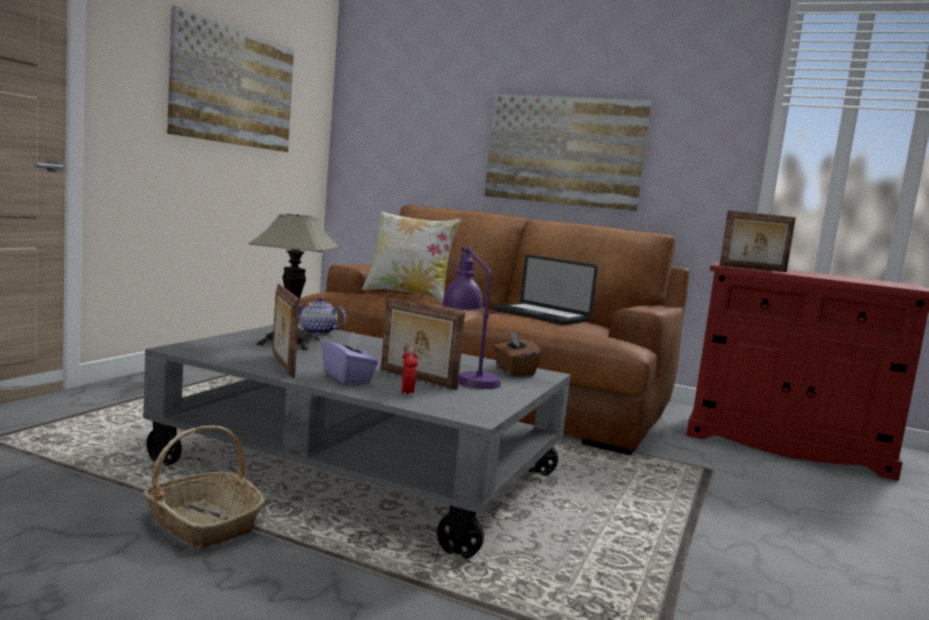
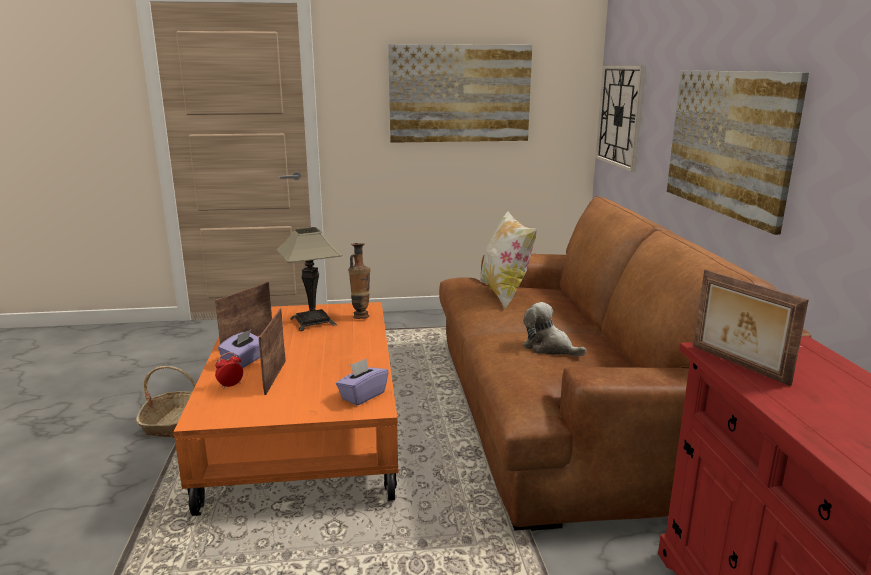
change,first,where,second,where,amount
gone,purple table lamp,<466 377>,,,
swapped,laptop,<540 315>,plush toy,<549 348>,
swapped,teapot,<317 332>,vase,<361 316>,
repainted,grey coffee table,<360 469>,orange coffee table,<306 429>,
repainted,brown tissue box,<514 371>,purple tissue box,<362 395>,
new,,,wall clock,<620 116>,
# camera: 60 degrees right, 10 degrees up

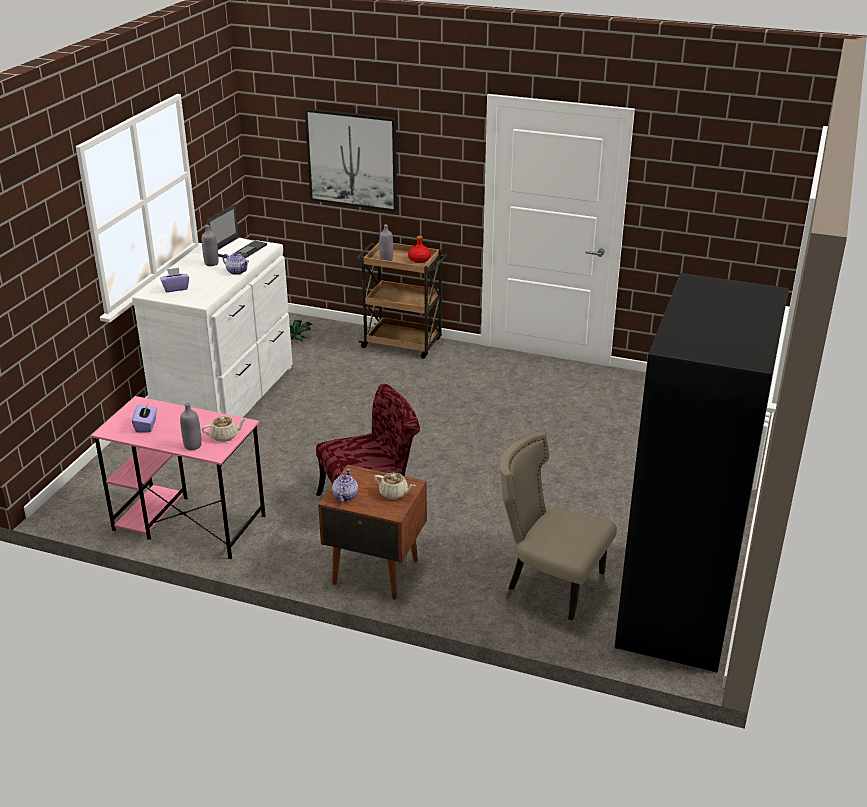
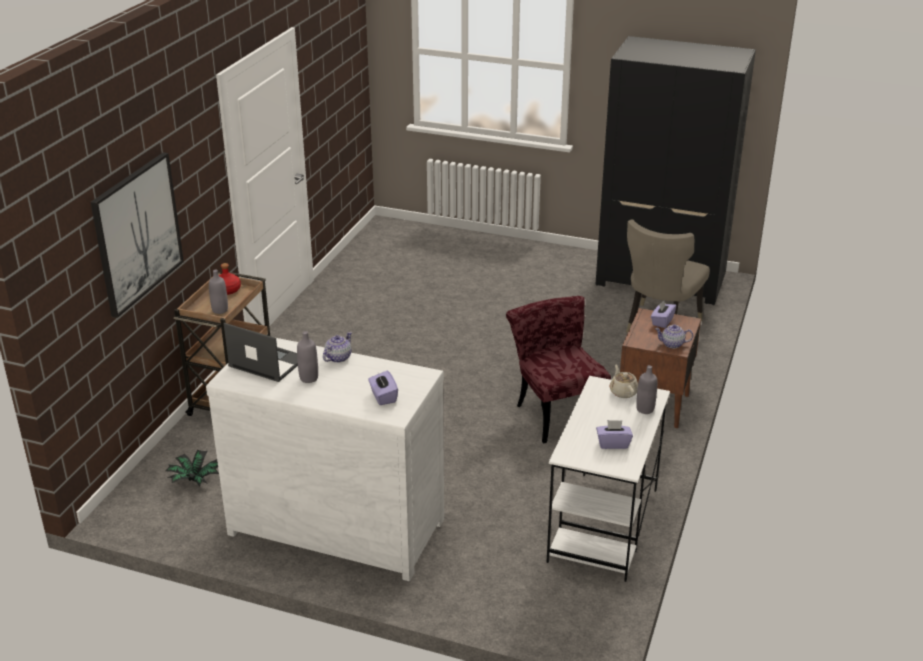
change,first,where,second,where,amount
repainted,pink desk,<188 523>,white desk,<603 525>,
swapped,beige teapot,<394 493>,purple tissue box,<662 321>,
# camera: 90 degrees left, 0 degrees up

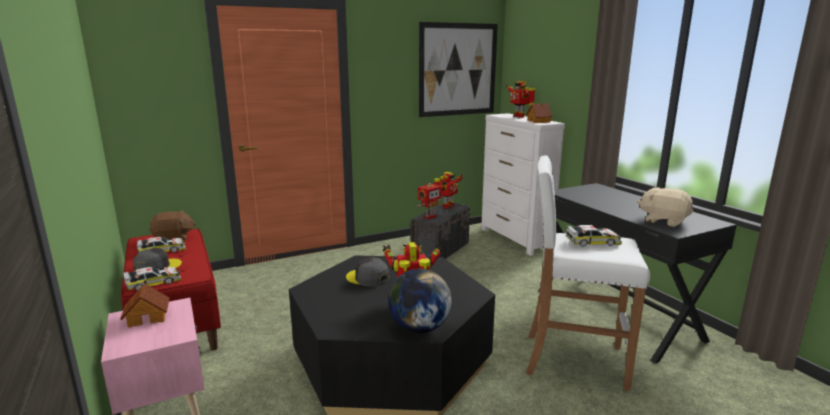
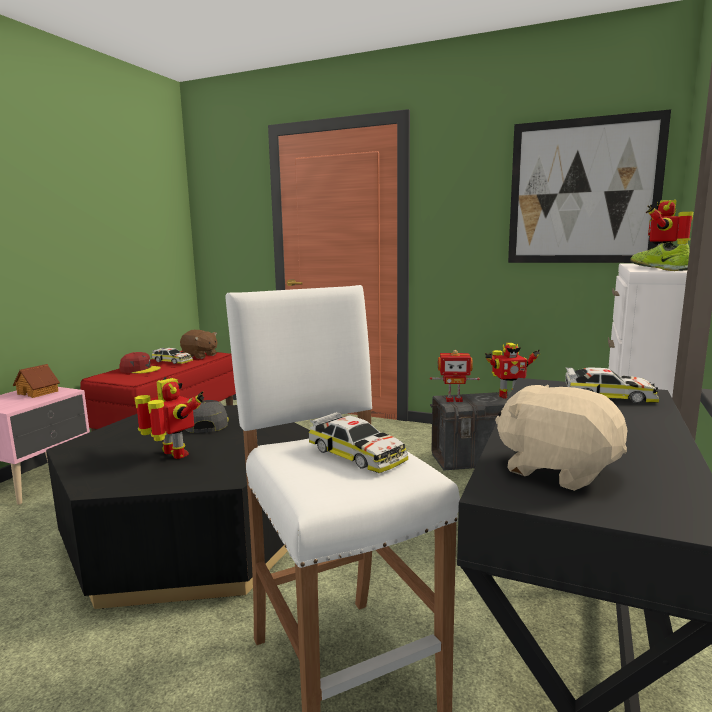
change,first,where,second,where,amount
swapped,toy house,<539 121>,shoe,<658 269>,
rotated,beige plush toy,<663 221>,,<557 469>,45 degrees counterclockwise
repainted,grey cap,<157 267>,red cap,<140 369>,
shifted,toy car,<153 283>,,<609 396>,
gone,globe,<419 328>,,,
# camera: 50 degrees right, 5 degrees down

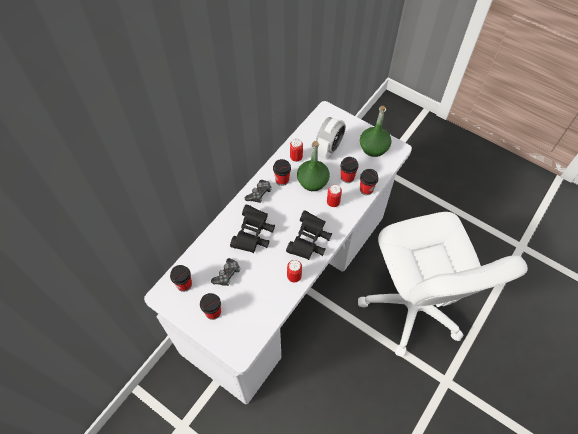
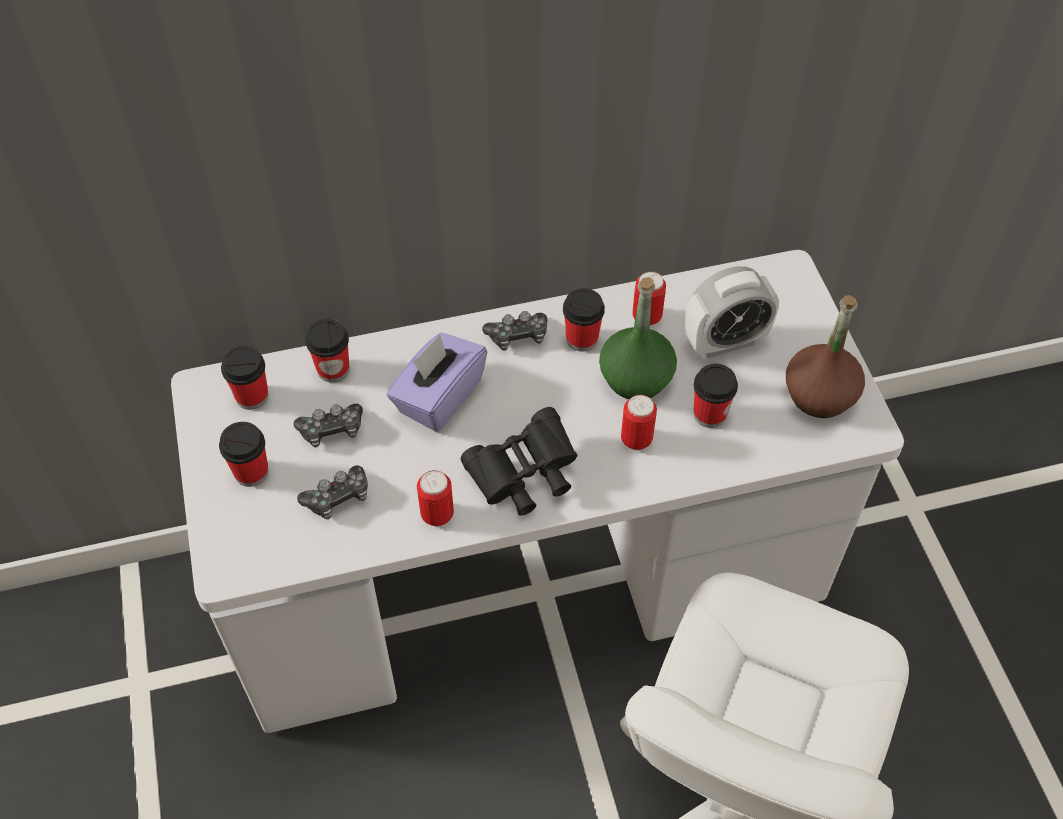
change,first,where,second,where,amount
repainted,green bottle,<373 147>,brown bottle,<819 395>,
shifted,cup,<366 189>,,<333 369>,
swapped,black binoculars,<253 235>,purple tissue box,<439 397>,
new,,,game controller,<338 498>,
# camera: 40 degrees right, 5 degrees down

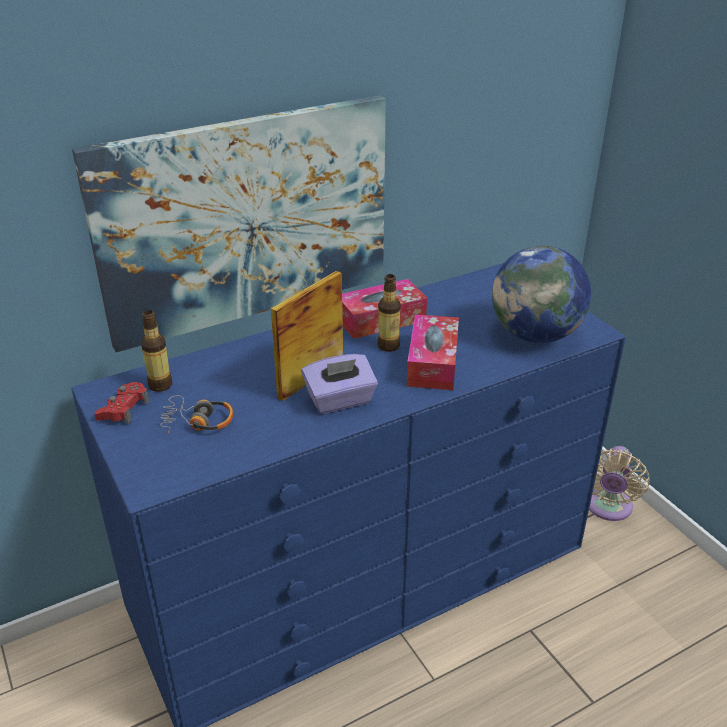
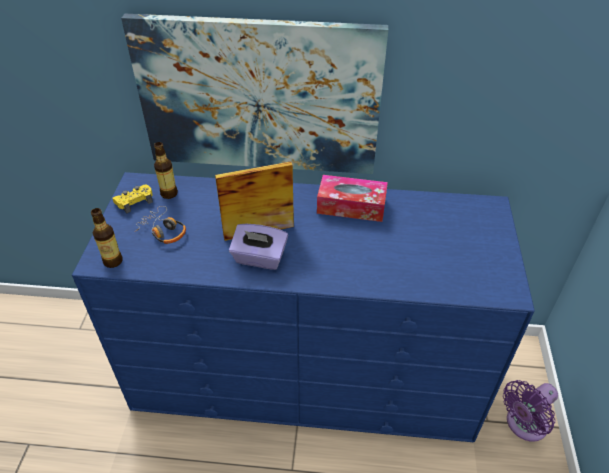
change,first,where,second,where,amount
gone,globe,<535 335>,,,
shifted,bottle,<388 346>,,<113 261>,
gone,tissue box,<432 363>,,,
repainted,red game controller,<123 409>,yellow game controller,<134 201>,
repainted,beige fan,<607 508>,purple fan,<523 424>,
# camera: 35 degrees right, 10 degrees up

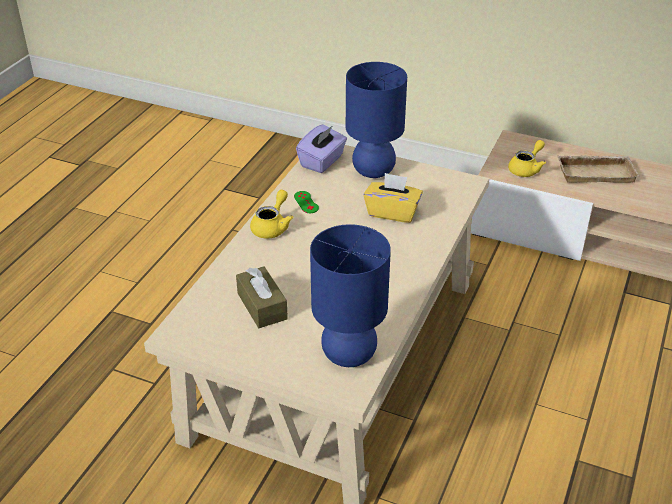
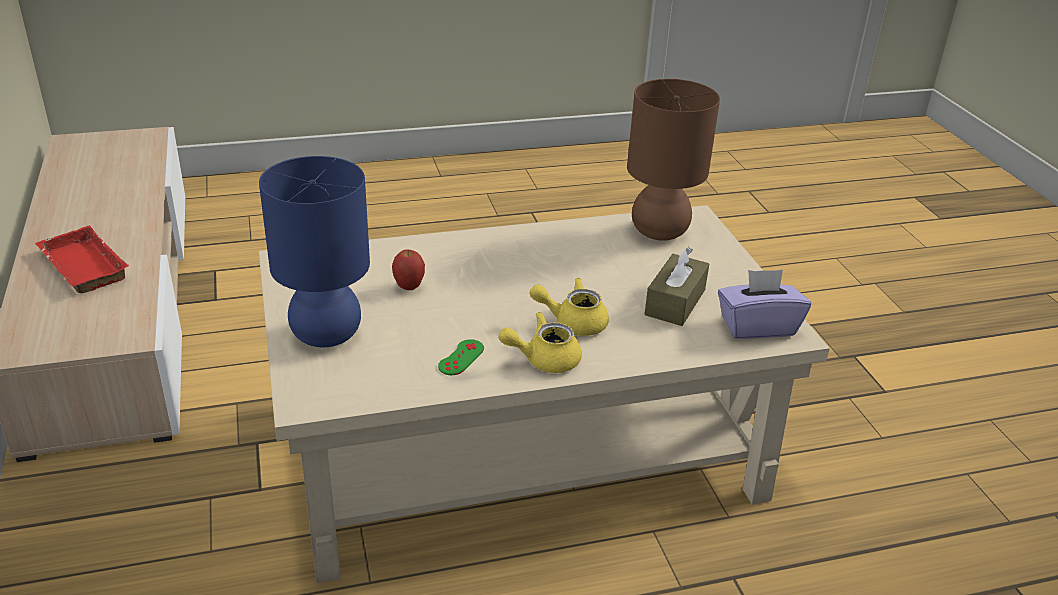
change,first,where,second,where,amount
shifted,purple tissue box,<322 161>,,<757 326>,
shifted,yellow teapot,<526 169>,,<572 322>,
repainted,beige tray,<596 172>,red tray,<80 267>,
swapped,yellow tissue box,<392 212>,apple,<409 287>,
repainted,blue table lamp,<348 355>,brown table lamp,<660 232>,
# camera: 130 degrees left, 5 degrees down

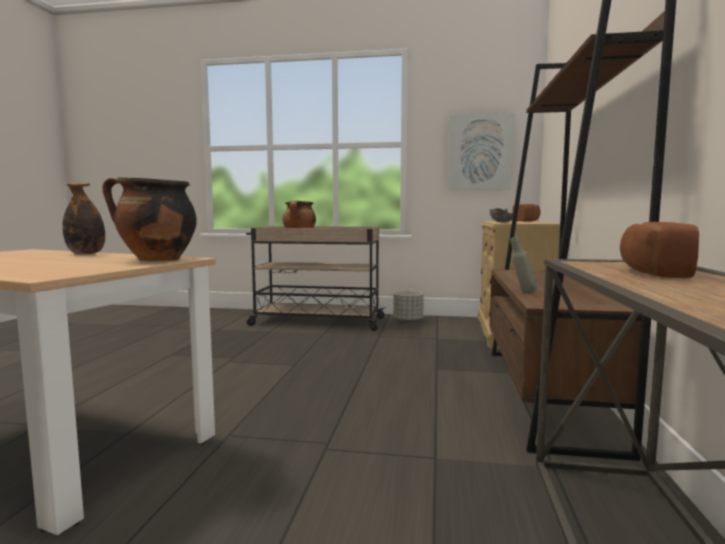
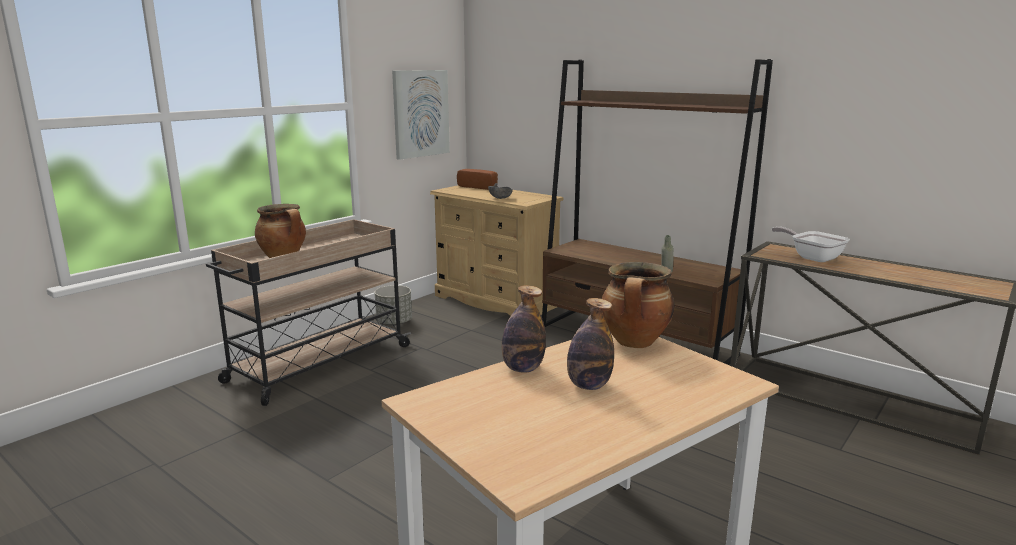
change,first,where,second,where,amount
swapped,bread,<650 271>,frying pan,<812 257>,
new,,,bottle,<588 385>,
# camera: 60 degrees left, 10 degrees up

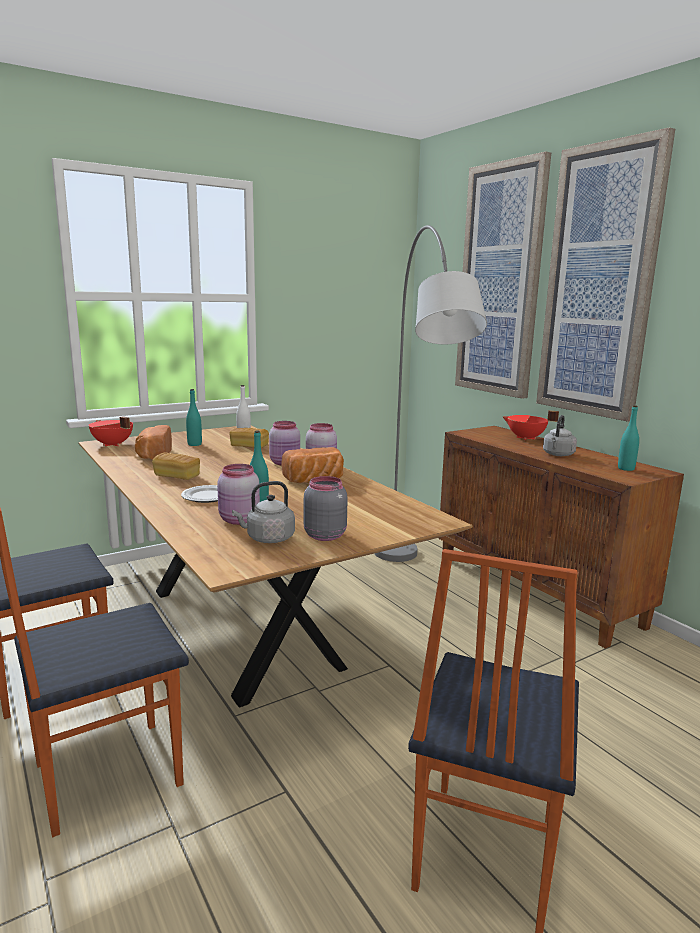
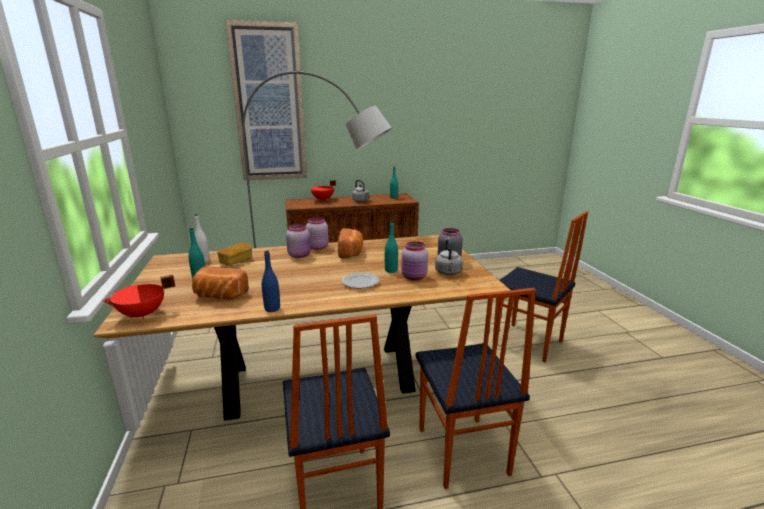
change,first,where,second,where,amount
gone,picture,<599 283>,,,
gone,bread,<177 476>,,,
new,,,blue bottle,<272 309>,
# camera: 70 degrees left, 5 degrees up

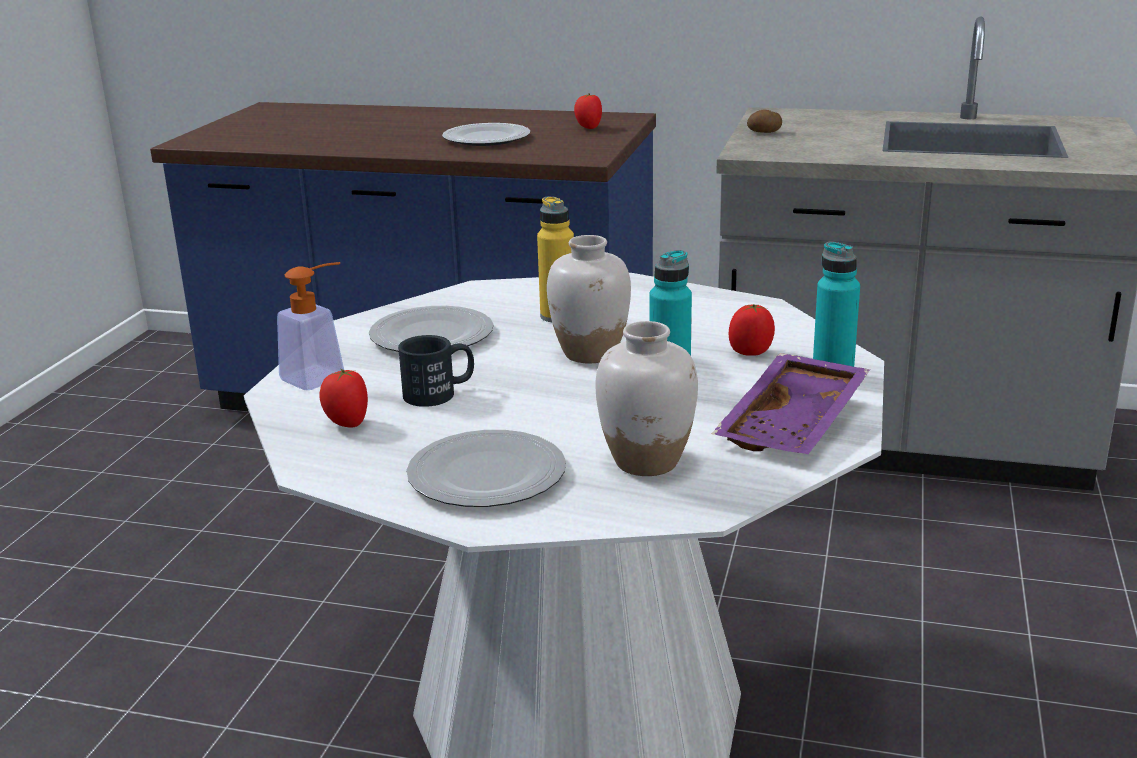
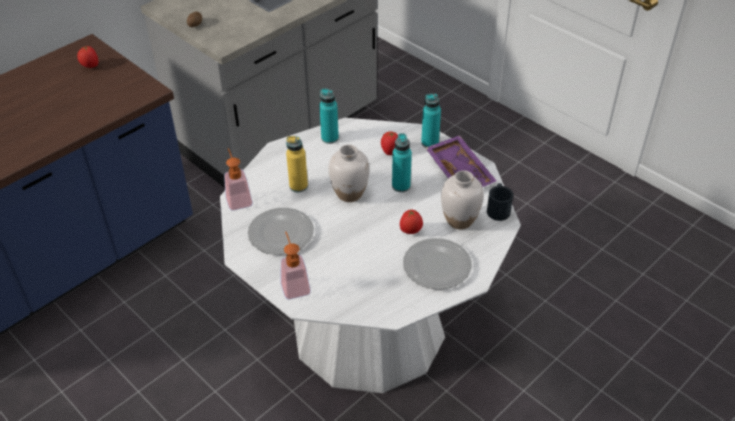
change,first,where,second,where,amount
gone,plate,<487 138>,,,
shifted,black mug,<440 393>,,<498 208>,
shifted,tomato,<346 424>,,<410 231>,
new,,,turquoise bottle,<330 138>,
new,,,soap dispenser,<238 198>,
# camera: 60 degrees left, 20 degrees up

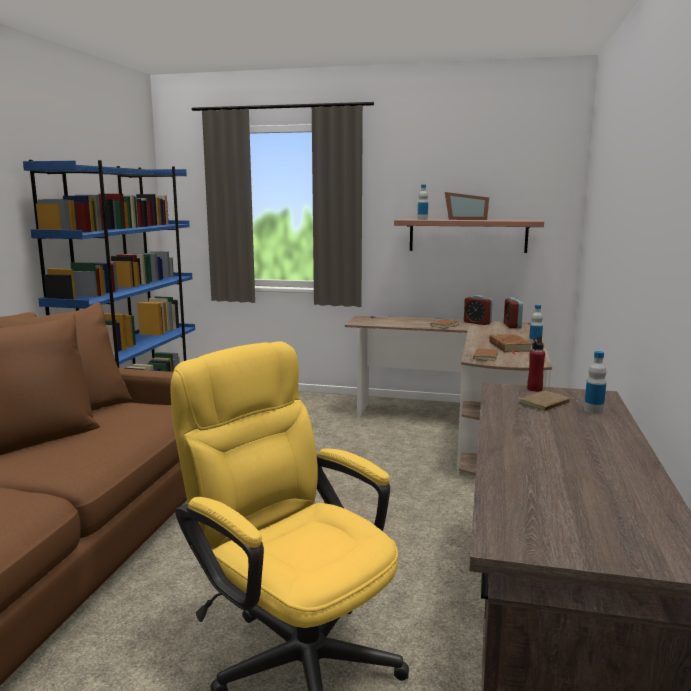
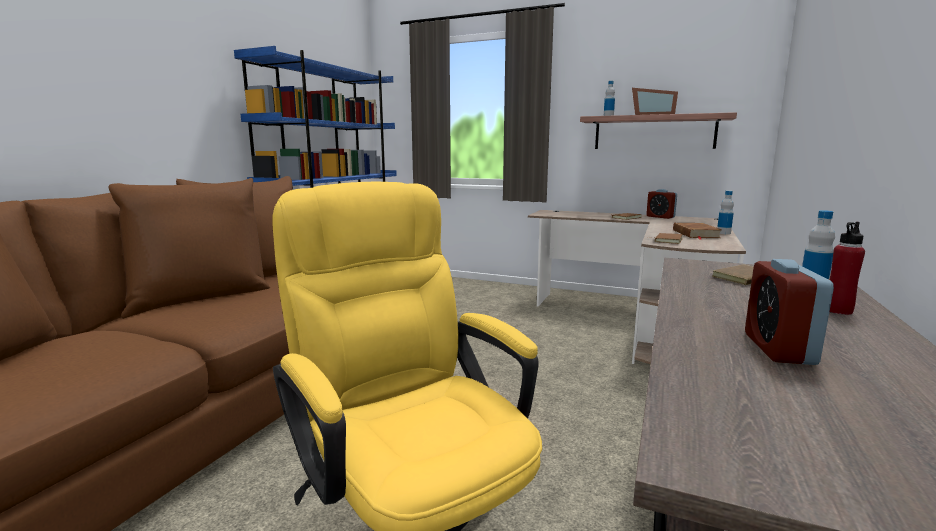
change,first,where,second,where,amount
shifted,alarm clock,<512 325>,,<778 349>,
shifted,red bottle,<534 389>,,<837 310>,
# camera: 10 degrees right, 0 degrees up

